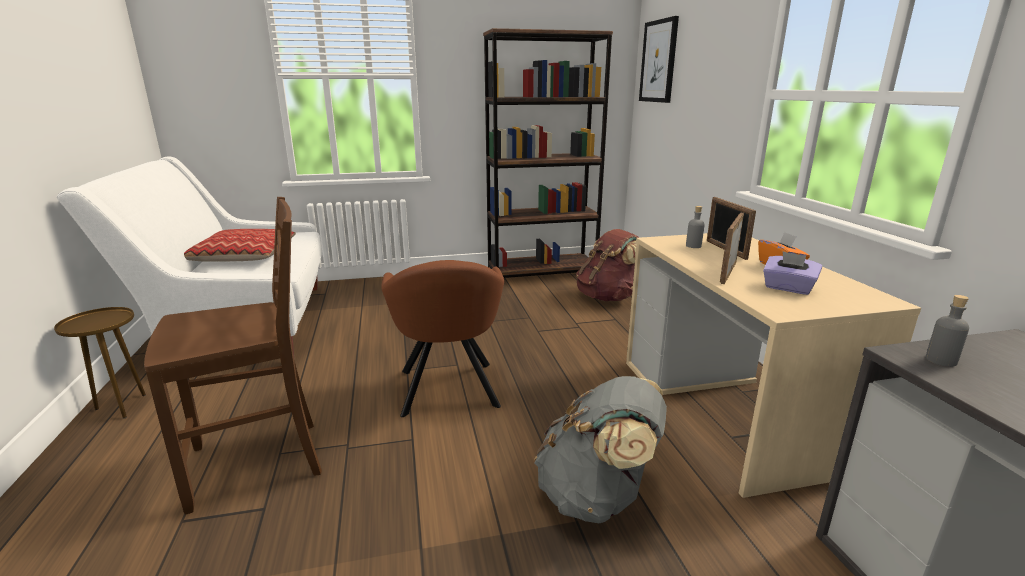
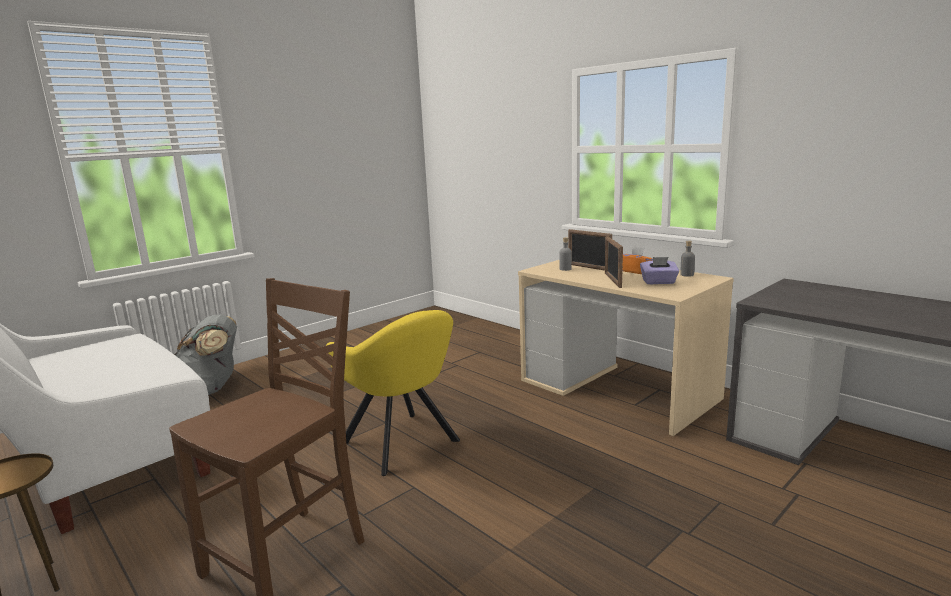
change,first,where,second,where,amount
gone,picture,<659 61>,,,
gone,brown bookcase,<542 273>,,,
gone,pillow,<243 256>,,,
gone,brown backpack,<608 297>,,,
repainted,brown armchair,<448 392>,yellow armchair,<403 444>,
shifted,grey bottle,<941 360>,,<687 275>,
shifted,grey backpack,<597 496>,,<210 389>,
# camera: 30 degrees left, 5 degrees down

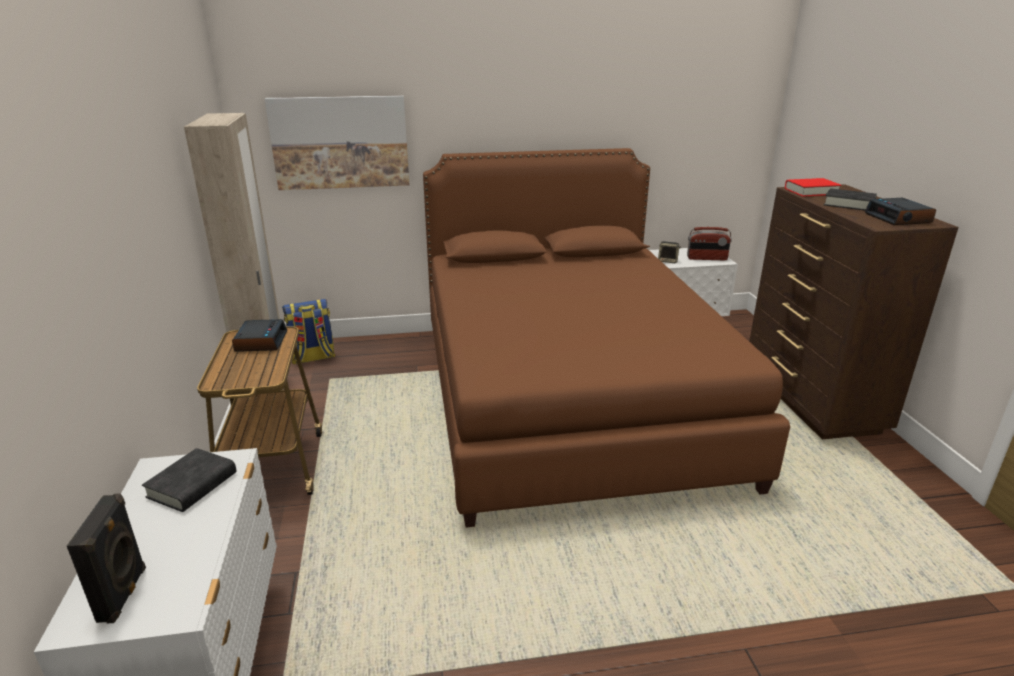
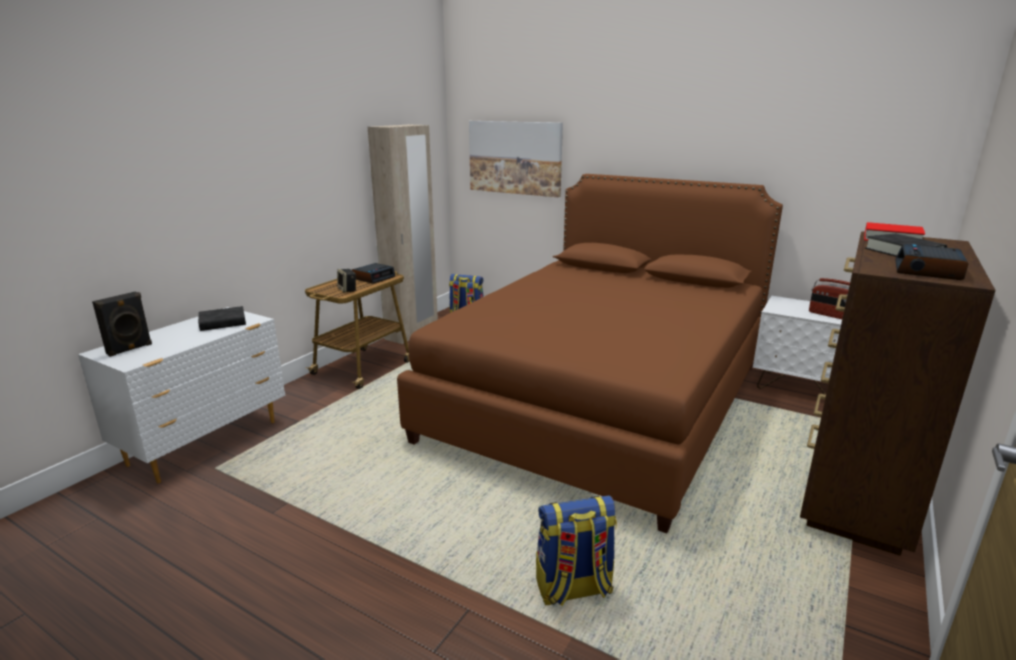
change,first,where,second,where,amount
shifted,speaker,<668 261>,,<347 290>,
new,,,backpack,<573 589>,
# camera: 40 degrees right, 5 degrees down

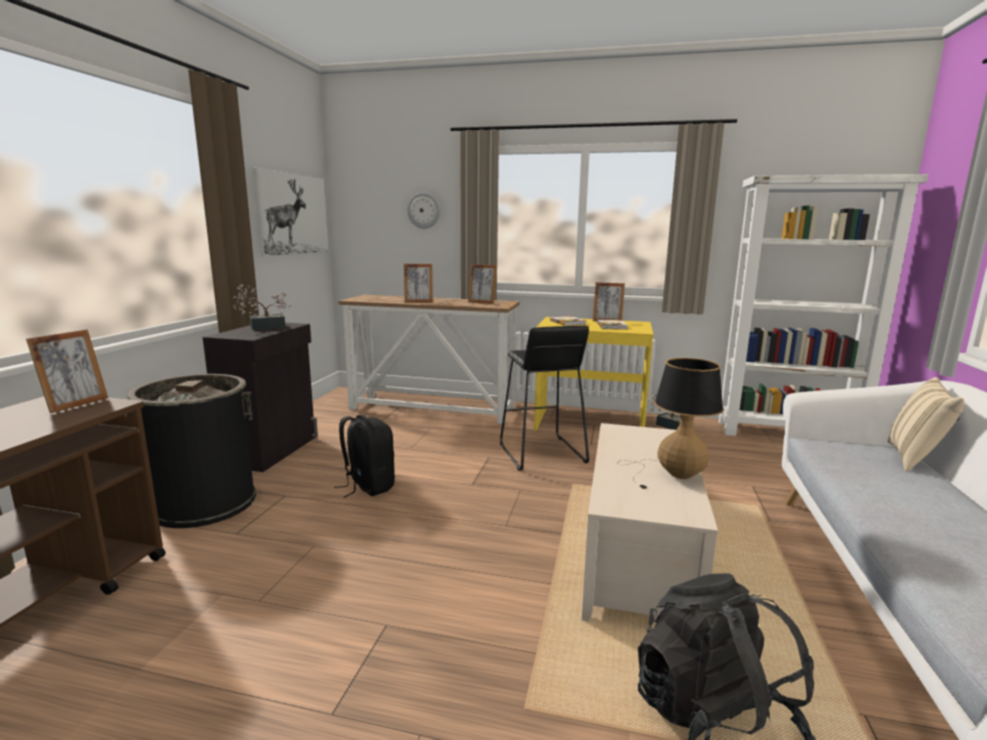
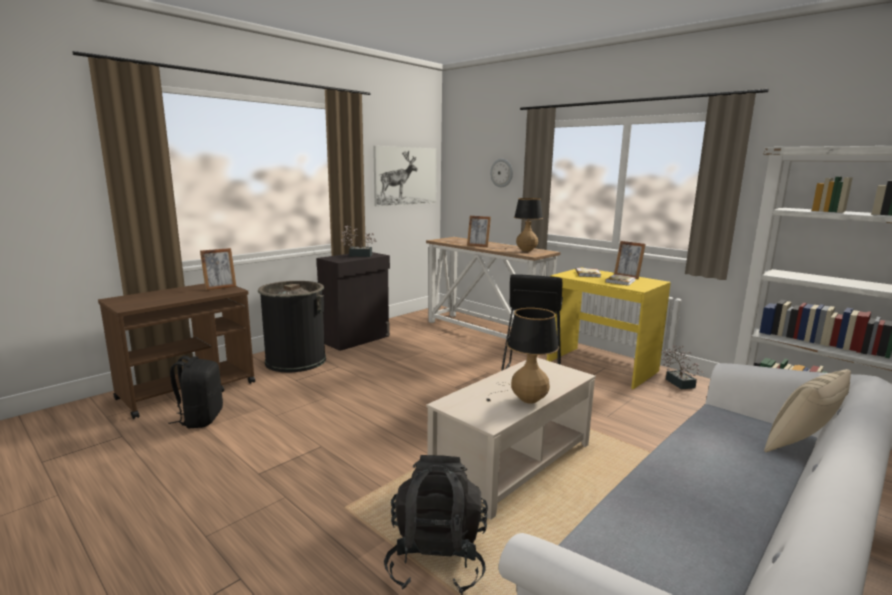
change,first,where,second,where,amount
swapped,picture frame,<482 302>,table lamp,<525 250>,
shifted,black backpack,<368 486>,,<200 419>,
# camera: 30 degrees right, 0 degrees up

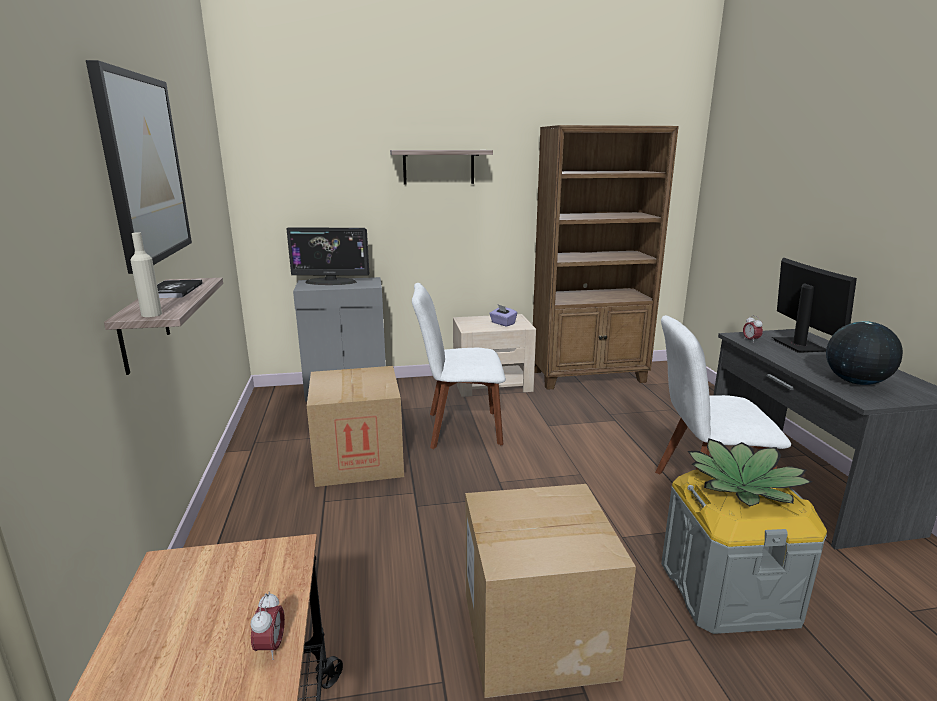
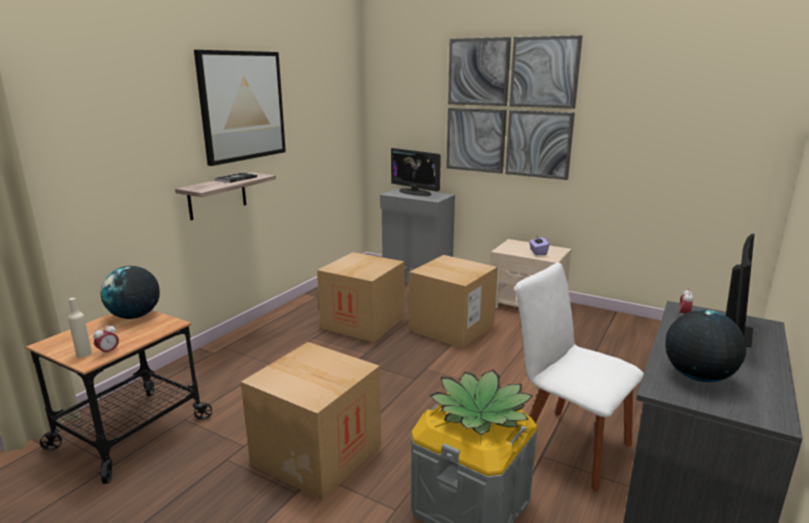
change,first,where,second,where,amount
gone,brown bookcase,<589 376>,,,
swapped,shelf,<438 167>,picture,<508 107>,
shifted,beige bottle,<151 314>,,<84 354>,
swapped,white chair,<459 429>,cardboard box,<451 327>,
new,,,globe,<135 316>,
# camera: 40 degrees right, 0 degrees up

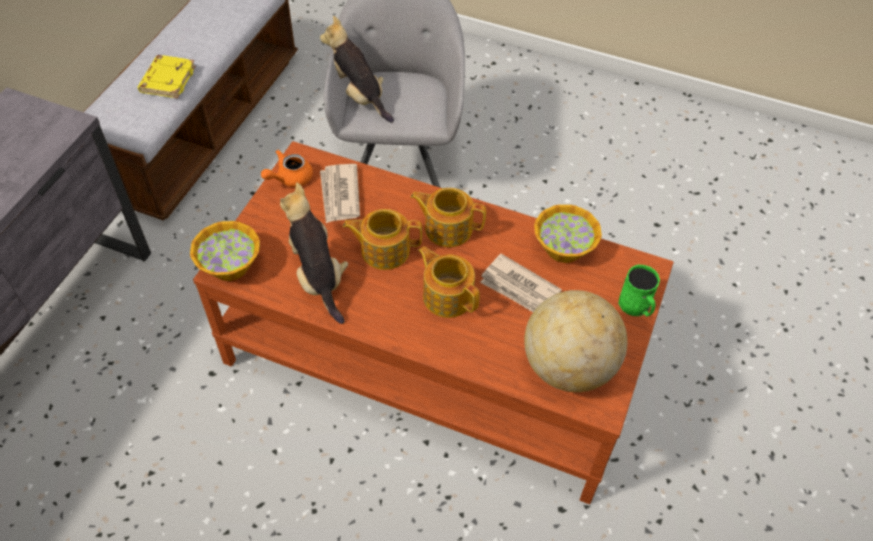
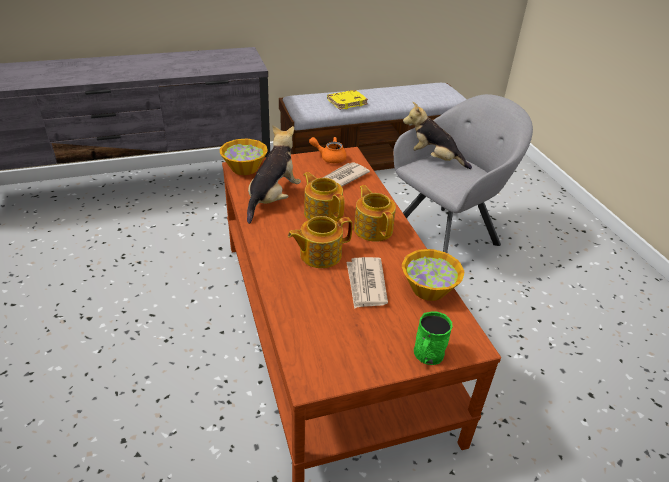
change,first,where,second,where,amount
rotated,plush toy,<359 95>,,<433 159>,75 degrees counterclockwise
rotated,teapot,<447 295>,,<319 254>,120 degrees counterclockwise
gone,globe,<568 366>,,,
# camera: 50 degrees right, 15 degrees down

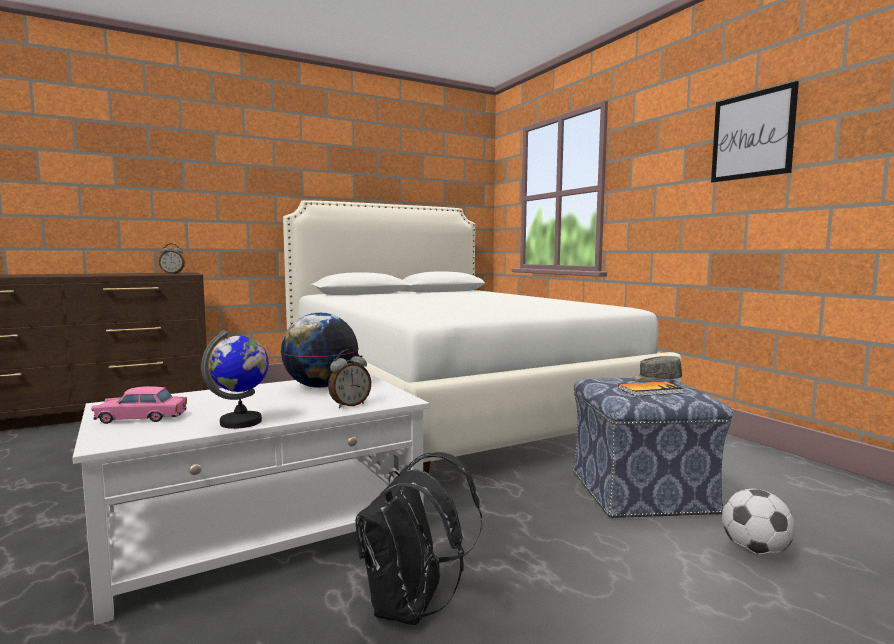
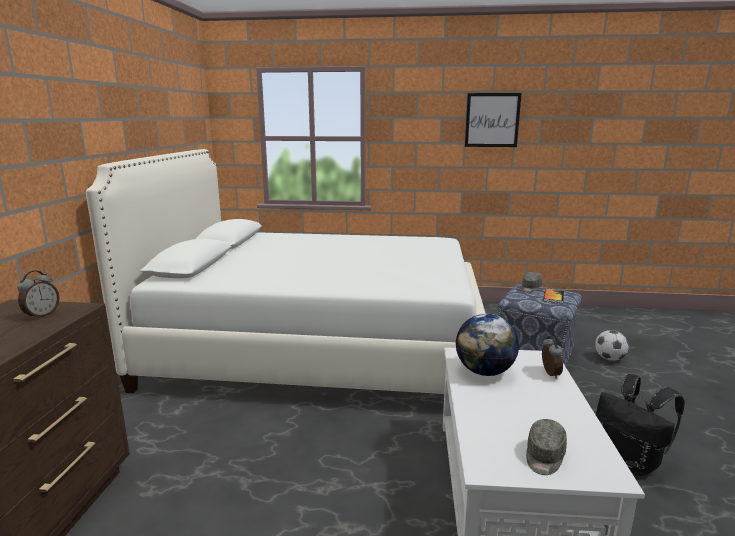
change,first,where,second,where,amount
gone,globe,<241 422>,,,
swapped,pink toy car,<141 418>,grey cap,<544 456>,
# camera: 55 degrees left, 10 degrees up

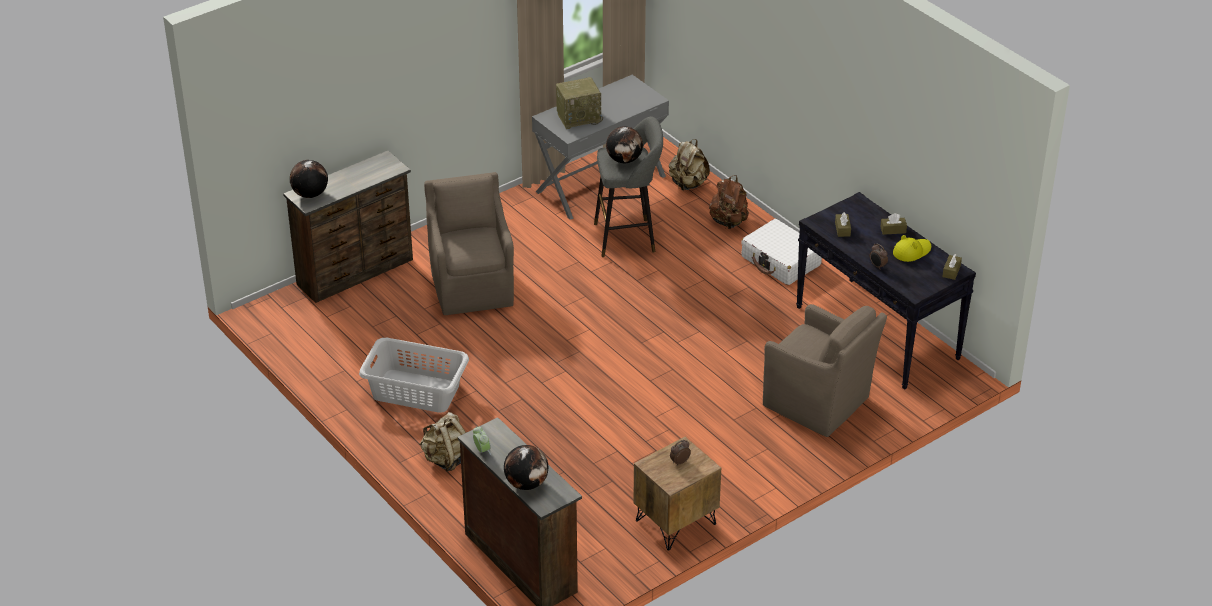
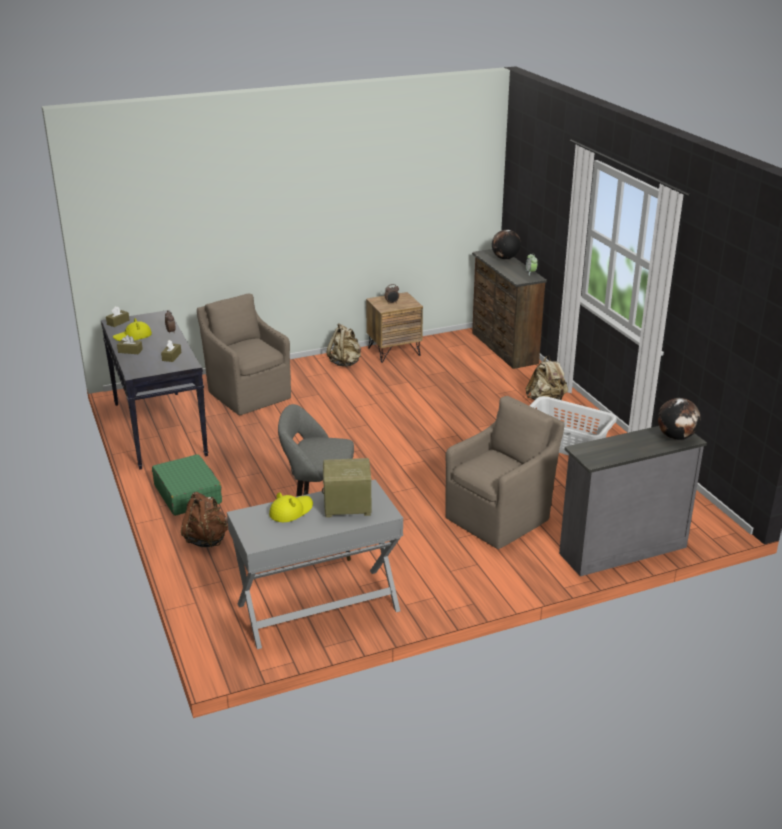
change,first,where,second,where,amount
gone,globe,<624 160>,,,
shifted,beige backpack,<688 184>,,<345 363>,
repainted,brown dresser,<356 272>,grey dresser,<621 549>,
rotated,brown armchair,<472 286>,,<500 517>,135 degrees counterclockwise
repainted,white suitcase,<781 261>,green suitcase,<188 494>,
new,,,yellow hat,<291 511>,
# camera: 165 degrees left, 10 degrees down

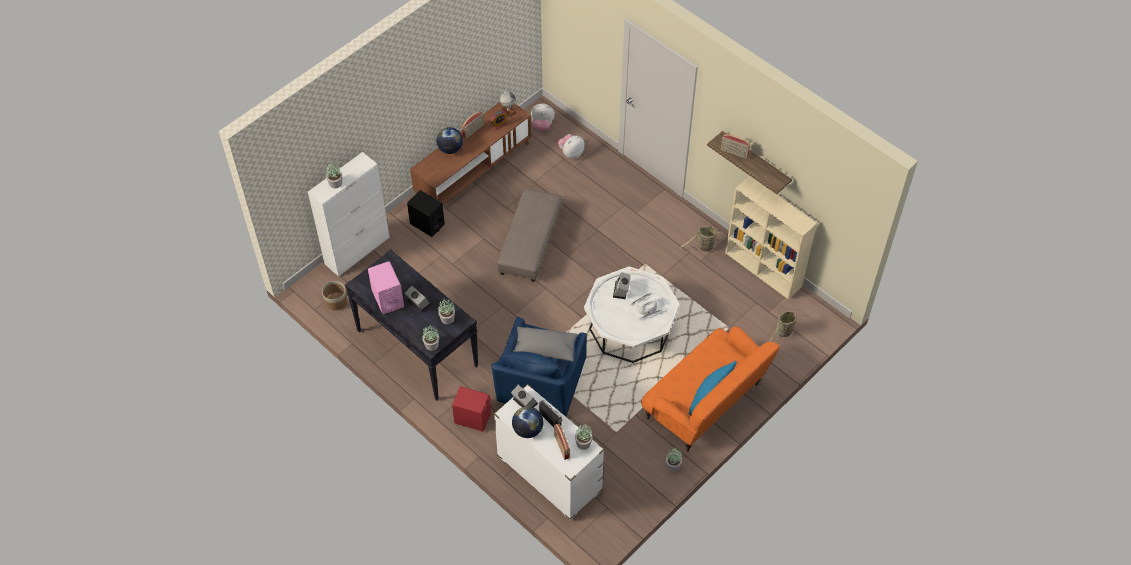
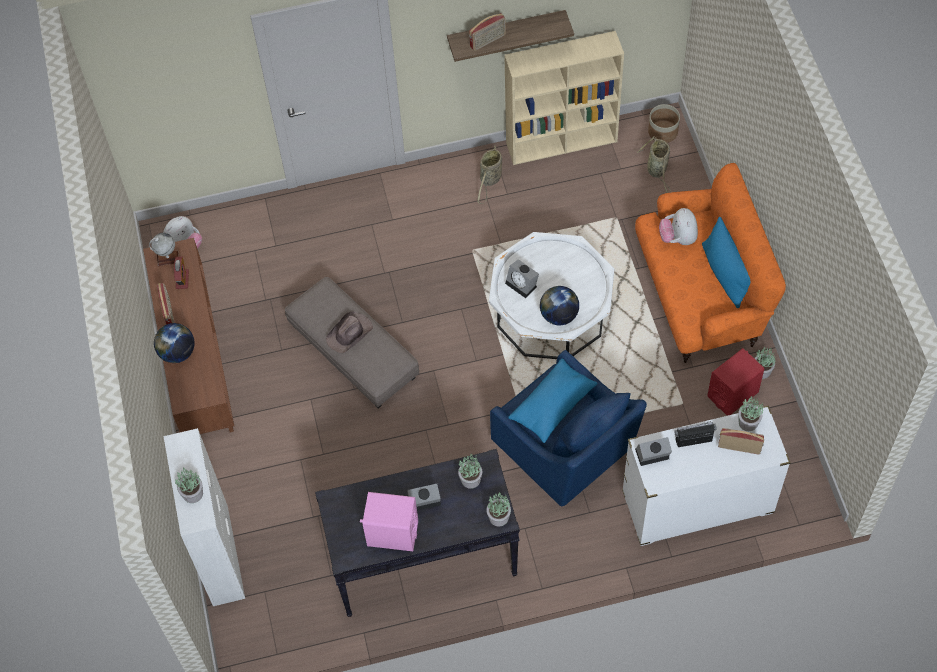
change,first,where,second,where,amount
shifted,plush toy,<571 153>,,<678 238>,
gone,black speaker,<427 224>,,,
shifted,planter,<336 301>,,<662 132>,
gone,white hat,<647 307>,,,
repainted,grey pillow,<545 349>,blue pillow,<553 406>,
shifted,red speaker,<473 418>,,<732 394>,
shifted,globe,<528 430>,,<559 315>,
new,,,brown hat,<350 333>,
# camera: 55 degrees left, 5 degrees up

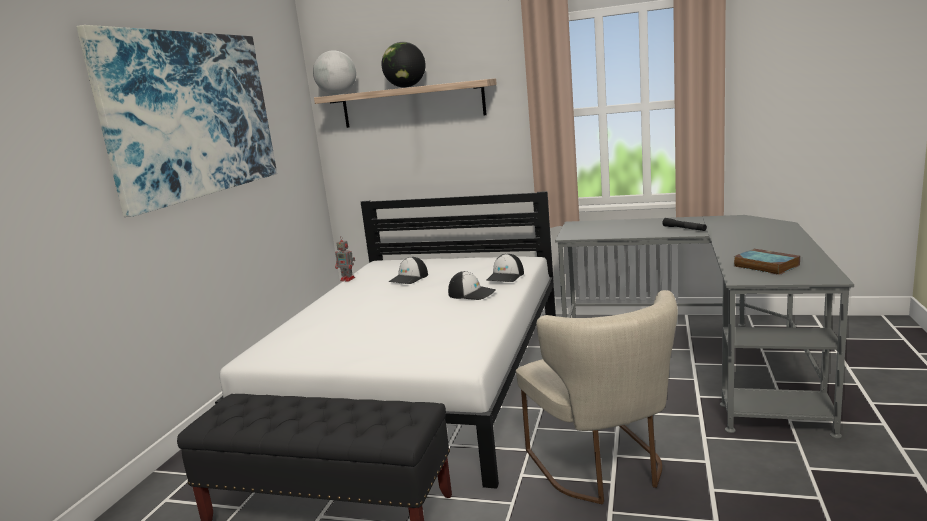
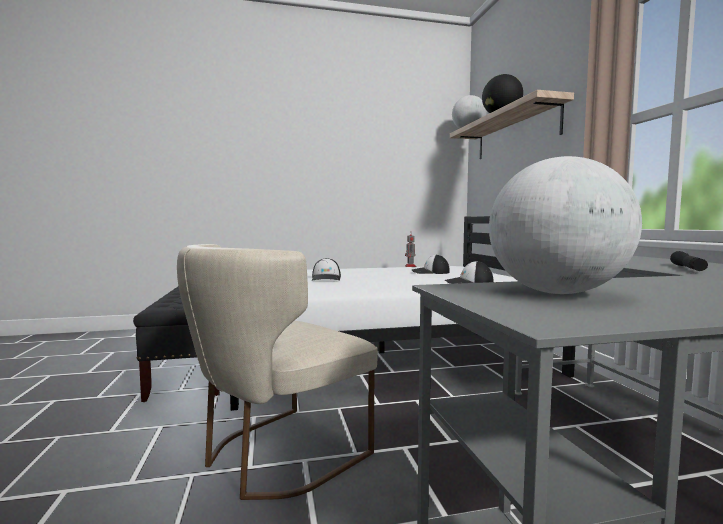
change,first,where,second,where,amount
gone,picture,<192 115>,,,
swapped,book,<764 266>,globe,<556 293>,
shifted,cap,<472 293>,,<326 278>,
# camera: 60 degrees right, 10 degrees down

